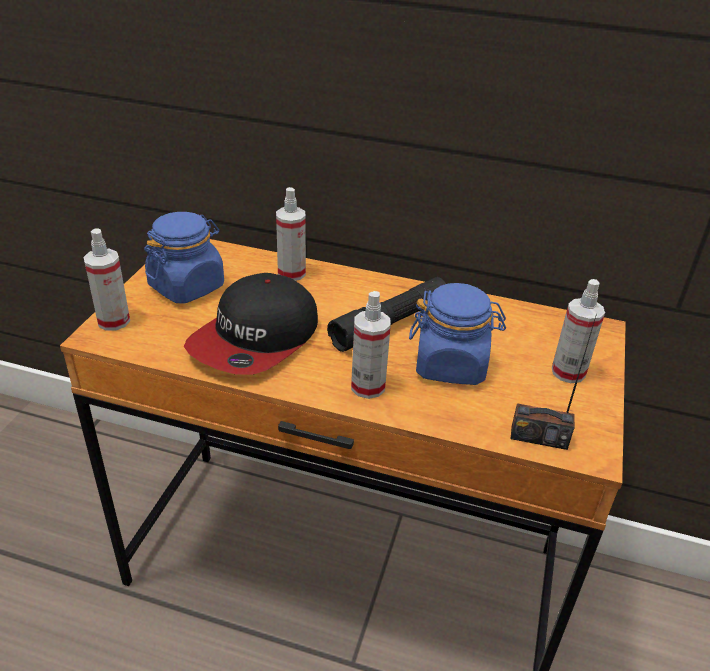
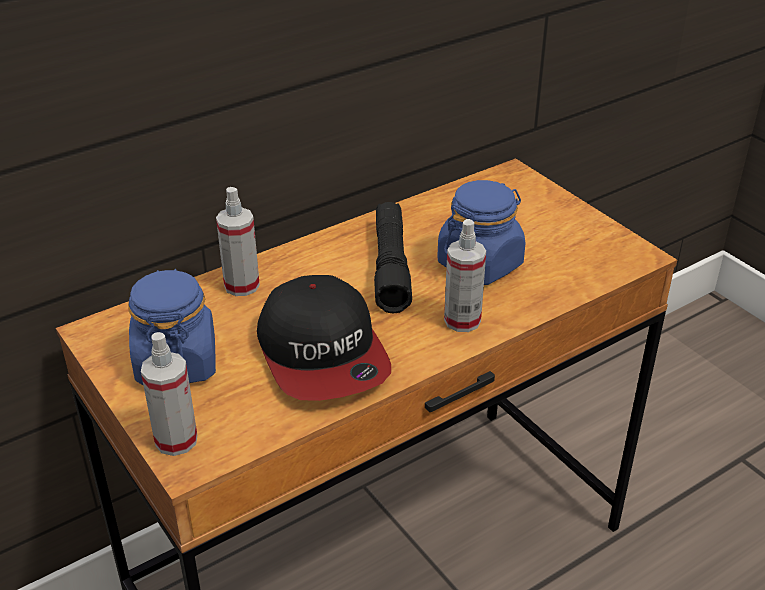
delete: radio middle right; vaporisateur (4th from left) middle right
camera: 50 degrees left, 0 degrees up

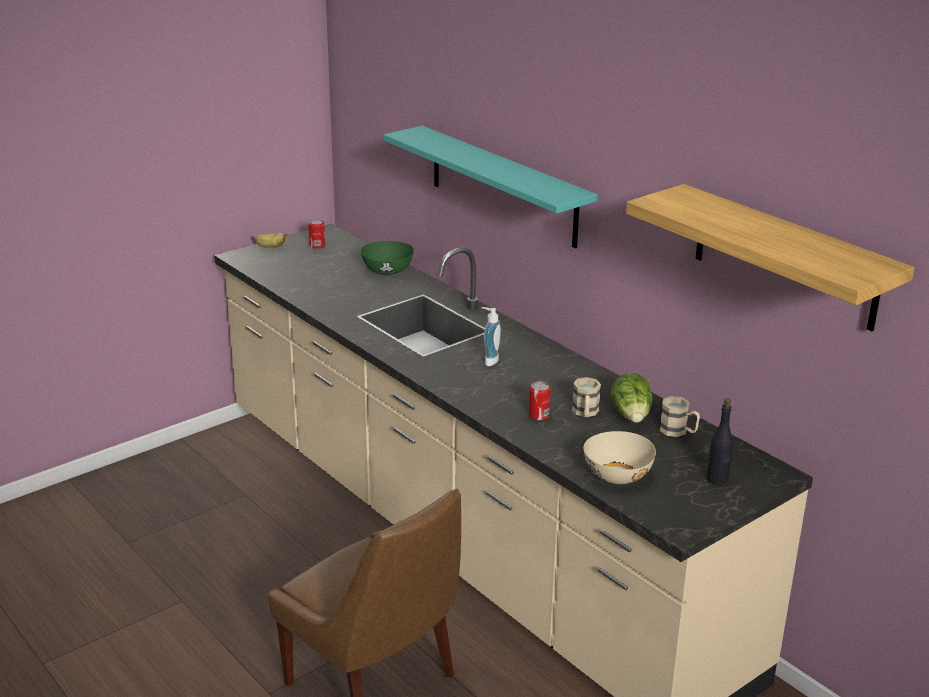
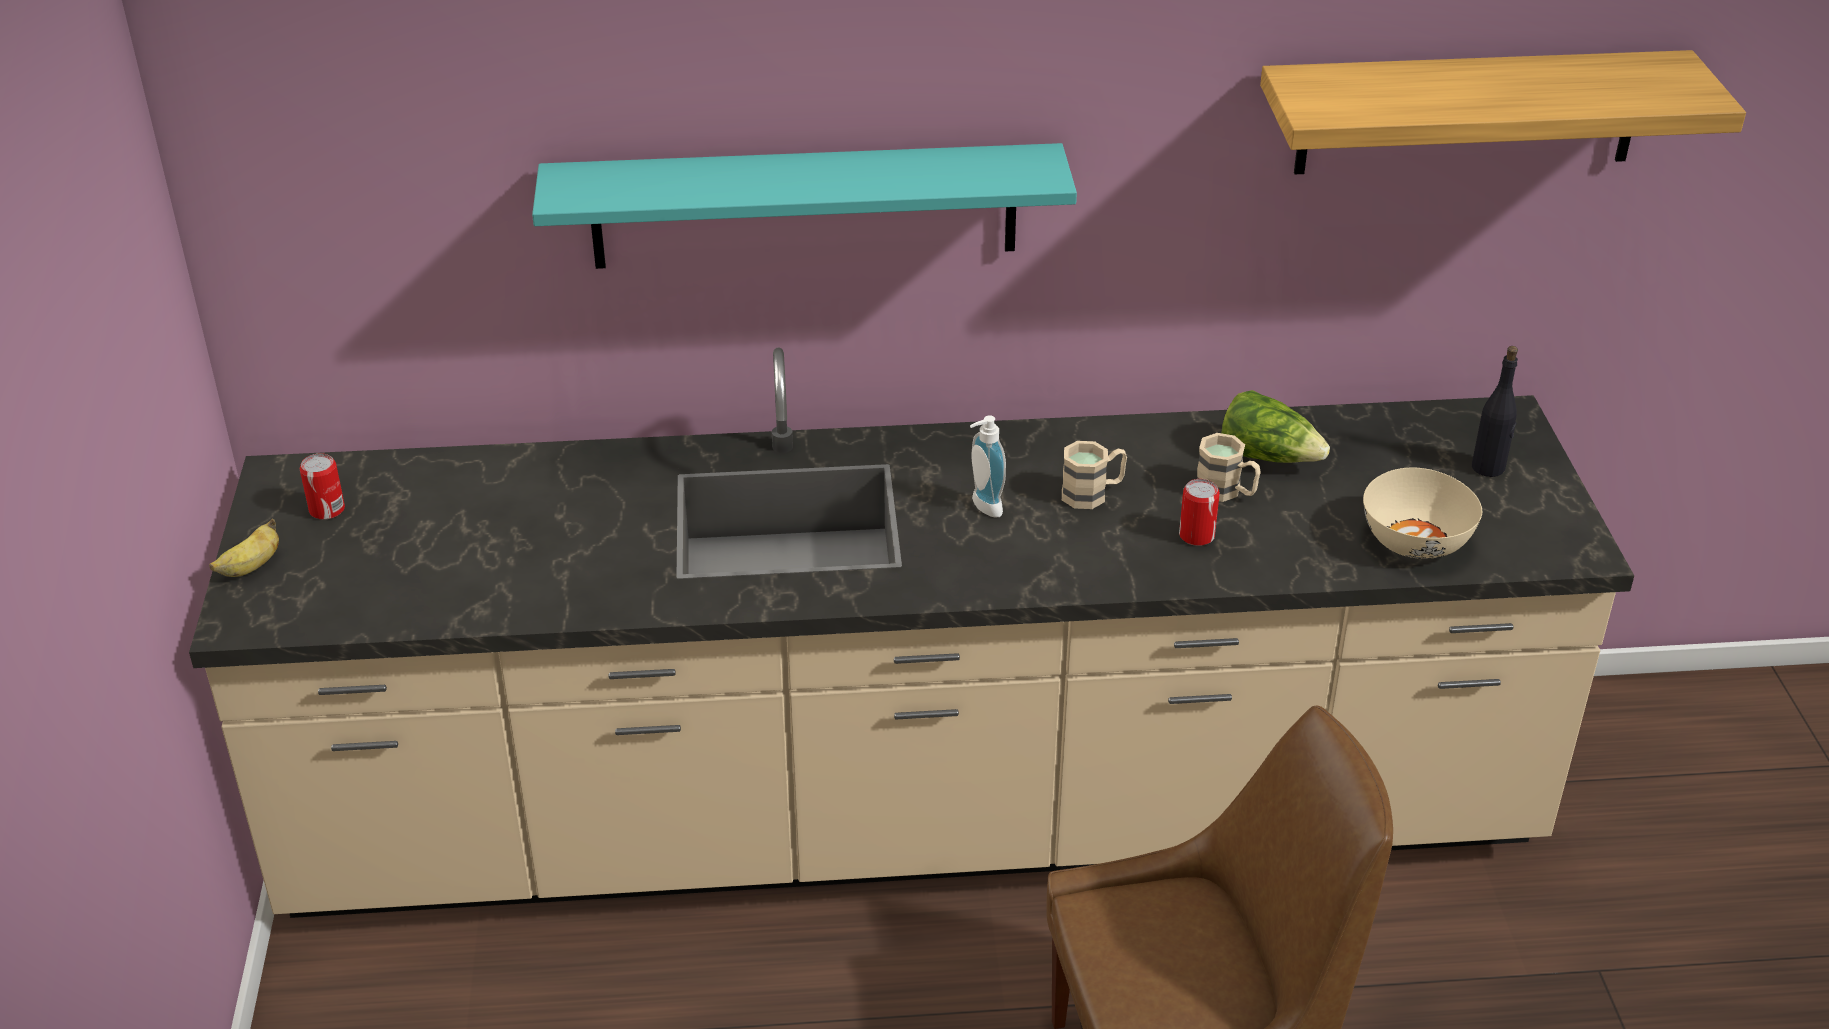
delete: bol/vert centre
move: mug/beige (2nd from left in the first image) middle right to mug/beige (1st from left) centre
camera: 55 degrees left, 10 degrees up

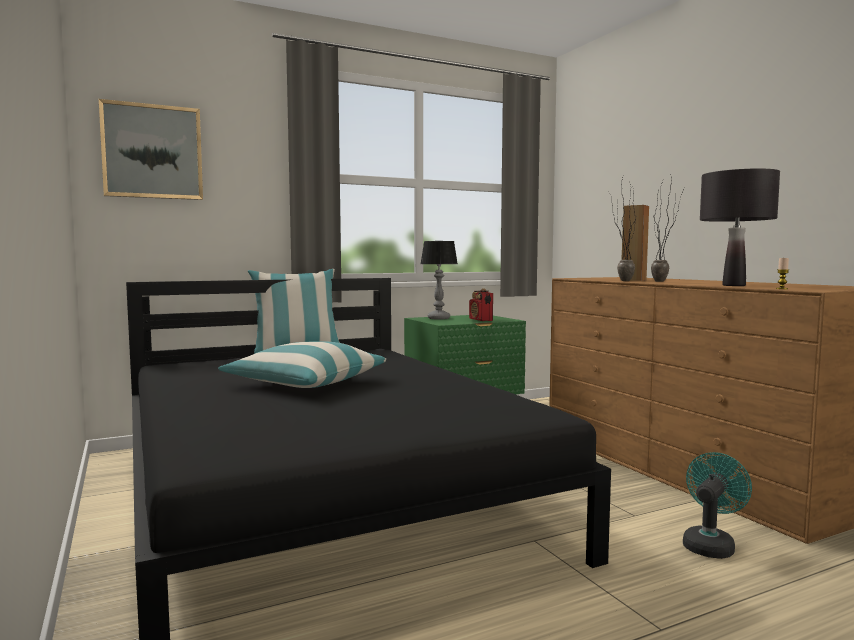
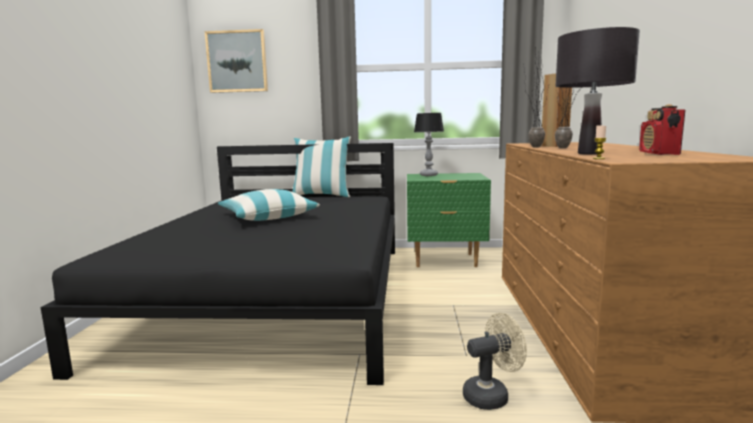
move: radio centre to top right
recolor: ventilateur/turquoise bottom right to ventilateur/beige bottom centre
camera: 30 degrees right, 5 degrees up

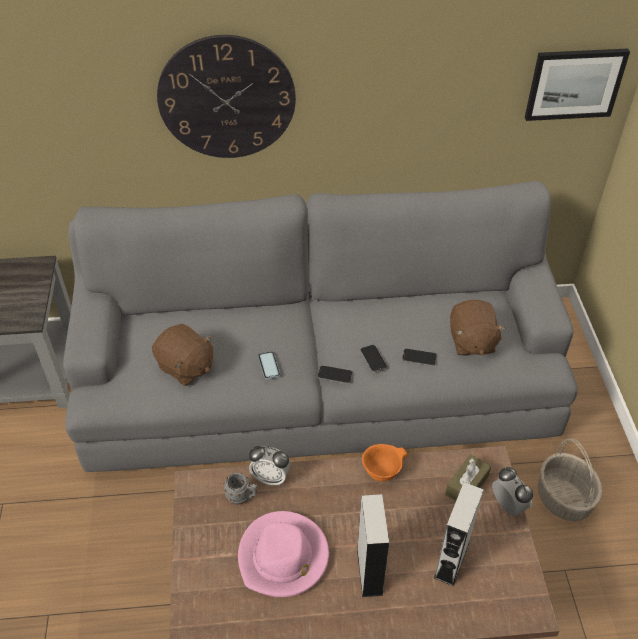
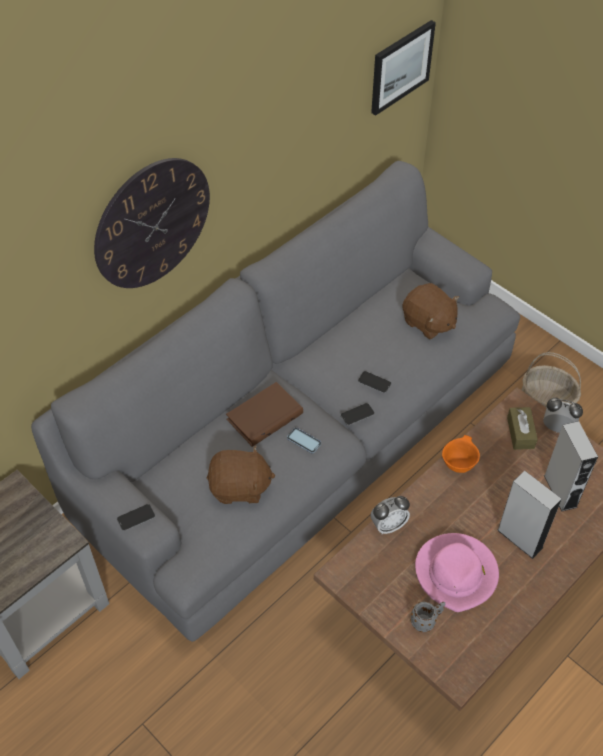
insert: livre/marron centre
move: mug/gris bottom centre to bottom right; téléphone (4th from left in the first image) centre to téléphone (1st from left) bottom left
camera: 40 degrees left, 5 degrees up

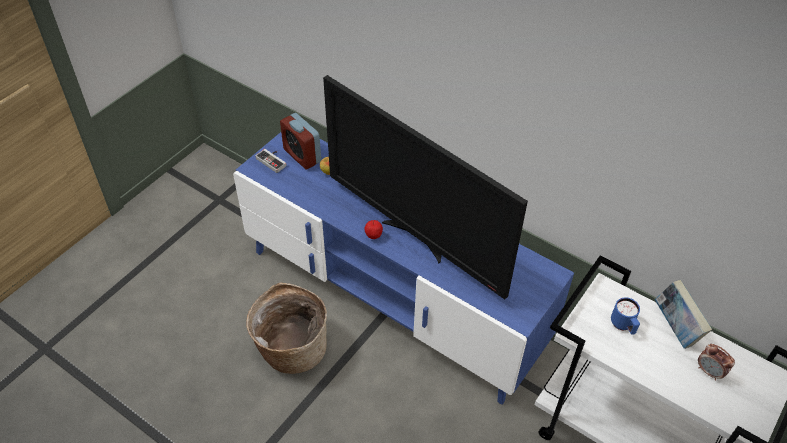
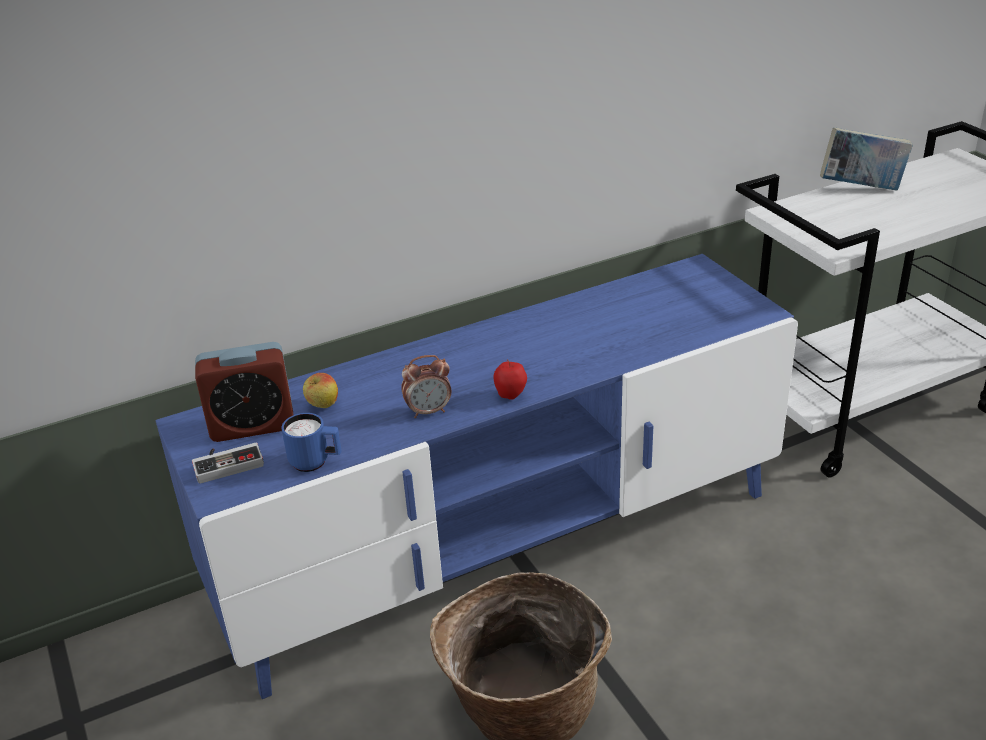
delete: téléviseur centre
move: mug/bleu bottom right to middle left; réveil (2nd from left) bottom right to centre
camera: 60 degrees left, 15 degrees down

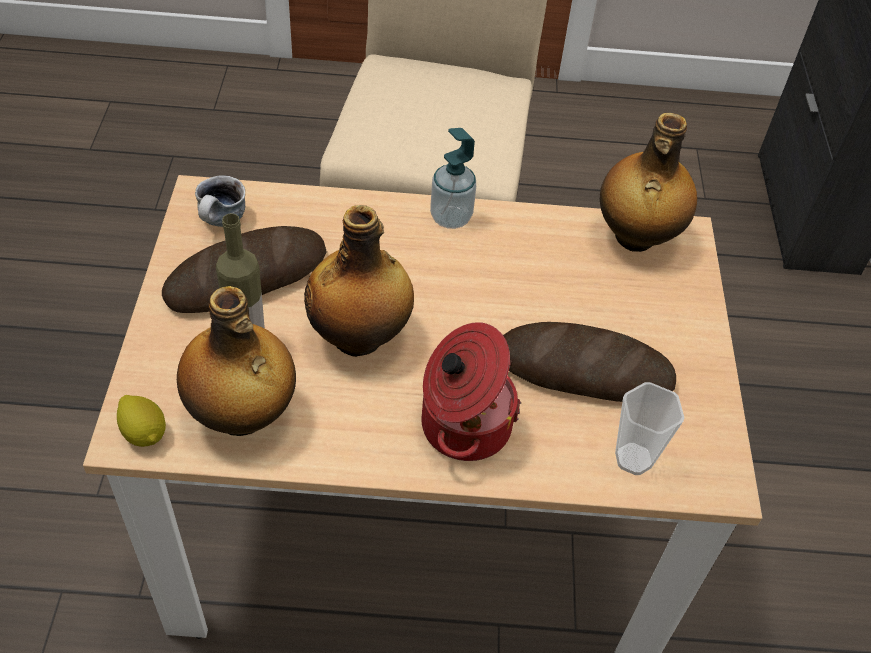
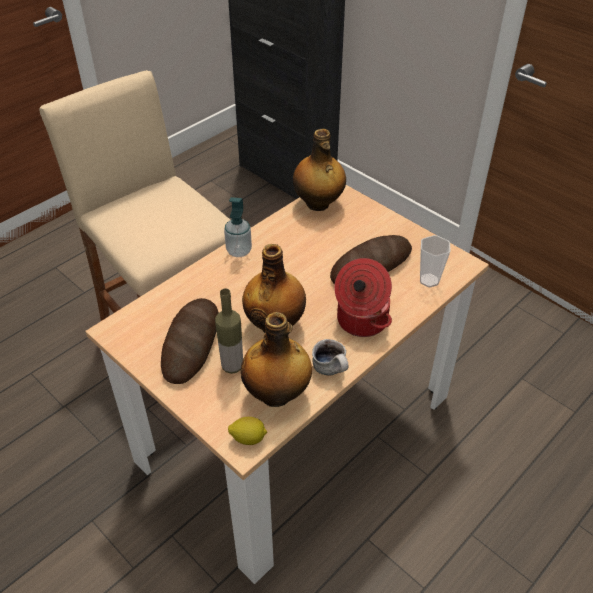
move: mug top left to centre
camera: 45 degrees left, 5 degrees down

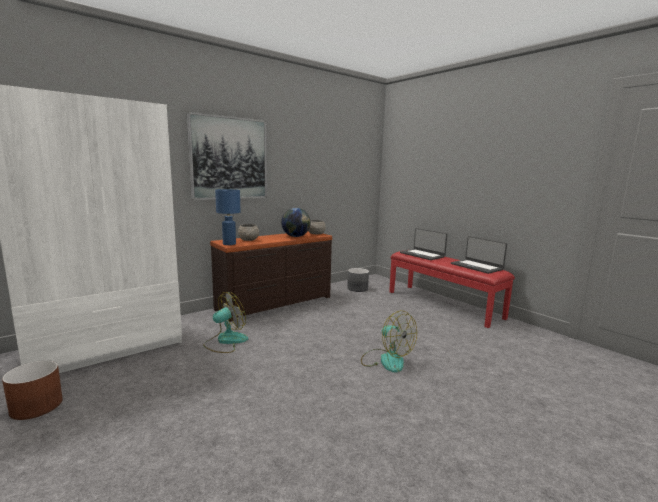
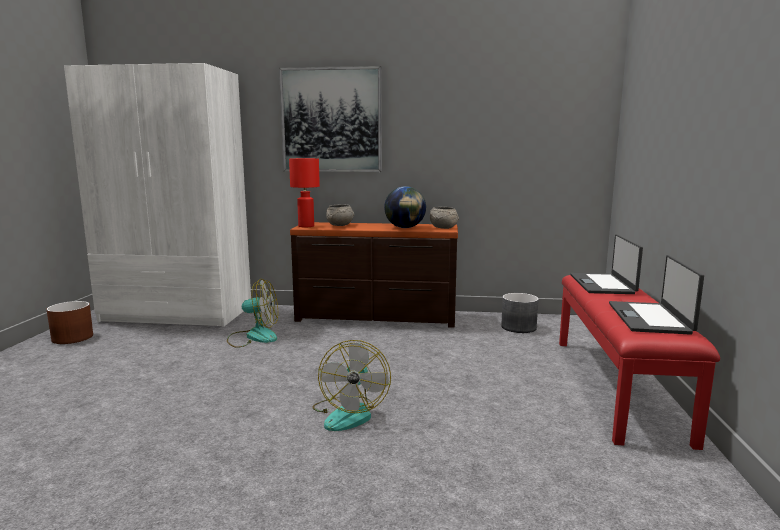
recolor: lampe de table/bleu centre to lampe de table/rouge centre
camera: 45 degrees right, 0 degrees up

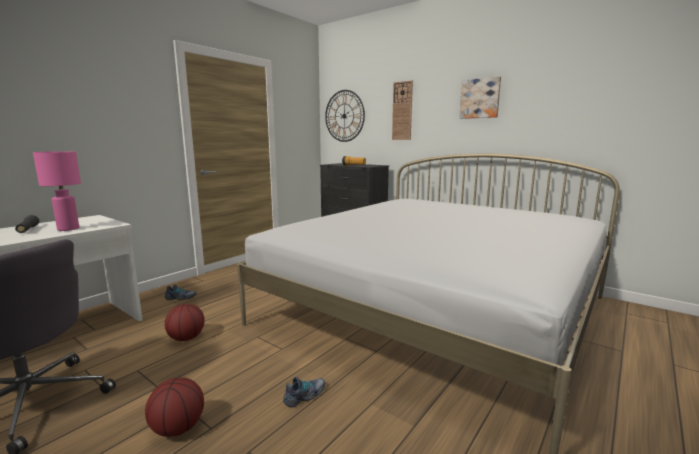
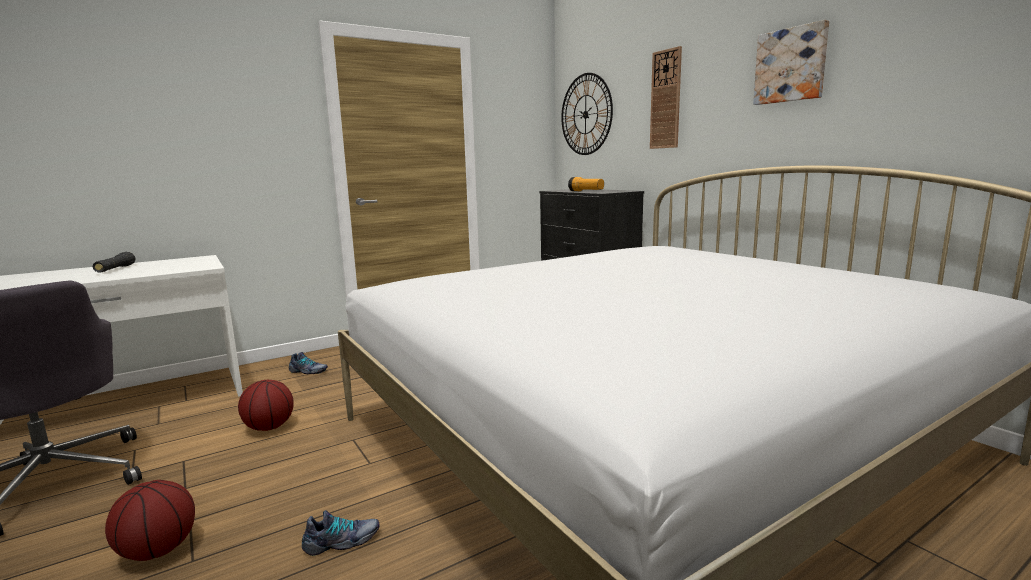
delete: lampe de table/rose middle left
camera: 20 degrees right, 0 degrees up

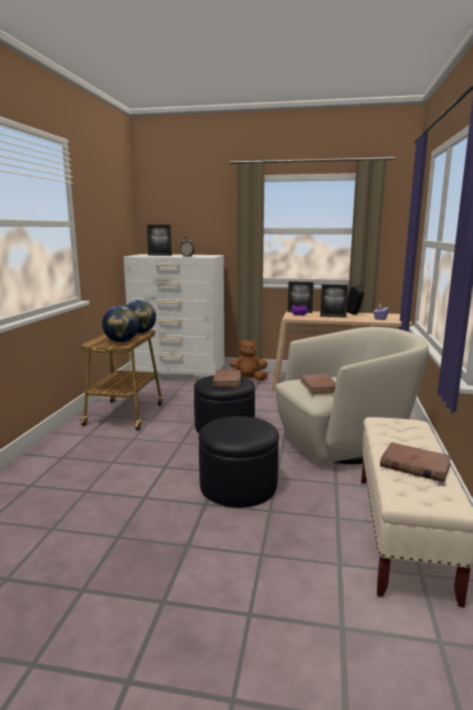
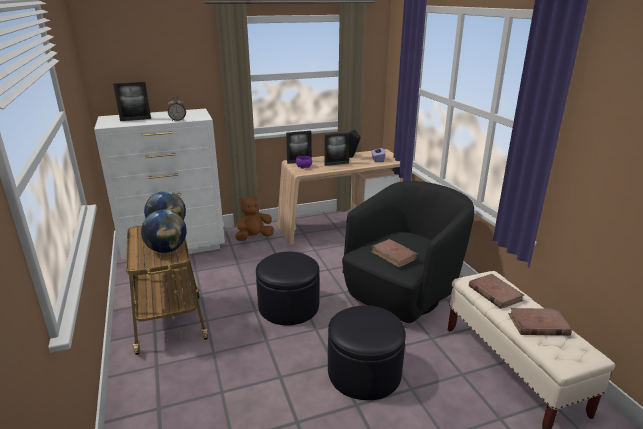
move: livre/marron (1st from left in the first image) centre to livre/marron (2nd from left) bottom right
recolor: fauteuil/beige middle right to fauteuil/noir centre
camera: 30 degrees left, 10 degrees up

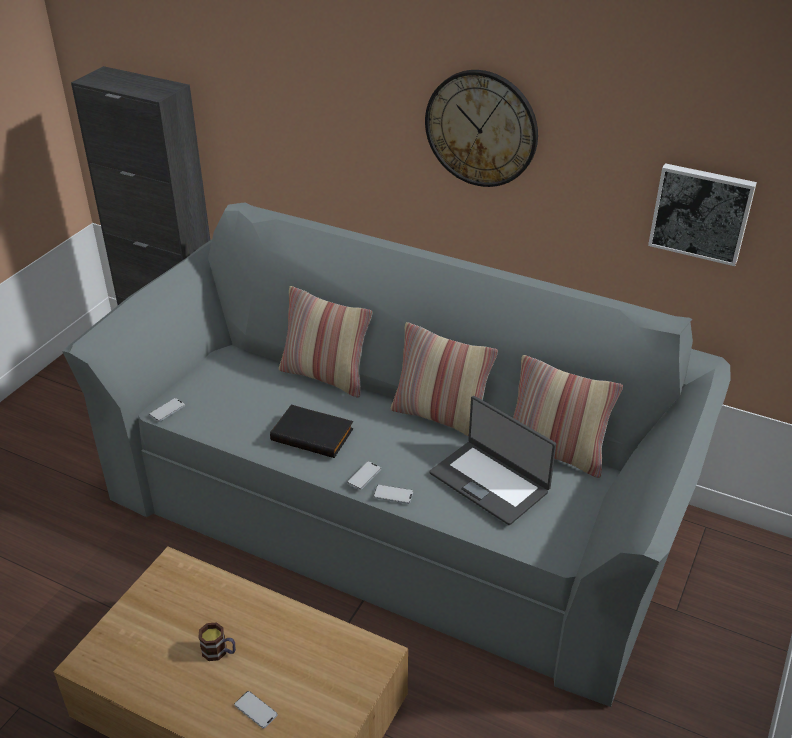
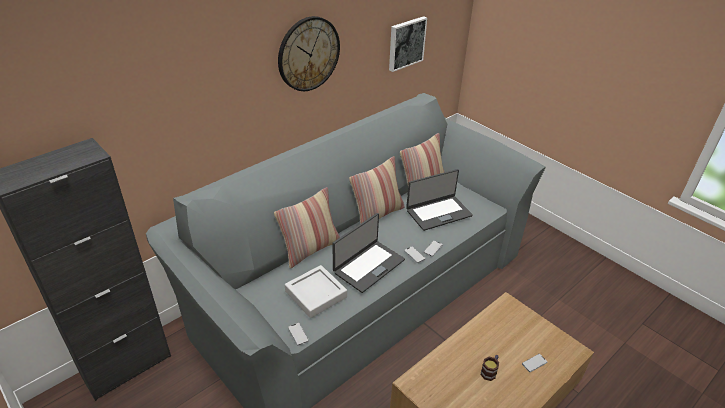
insert: plateau/gris bottom centre
replace: livre/noir centre to ordinateur portable (1st from left) centre
camera: 70 degrees left, 0 degrees up

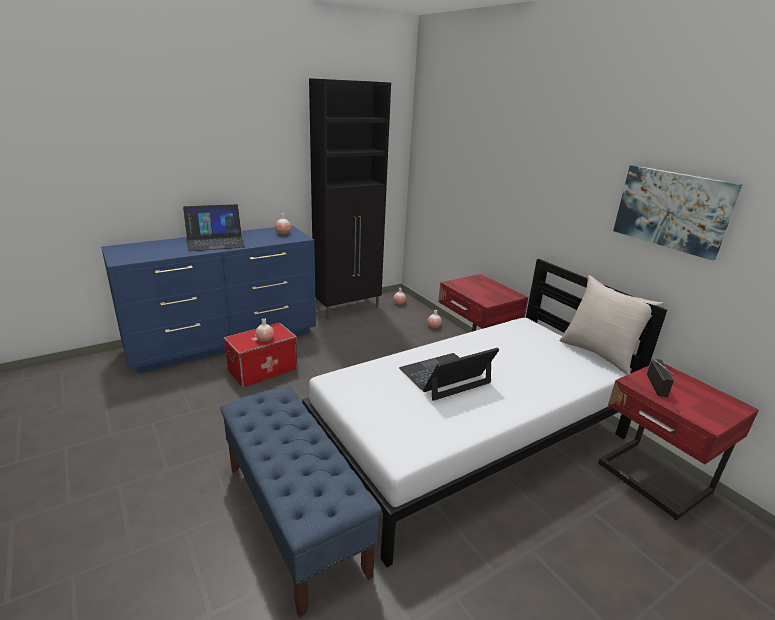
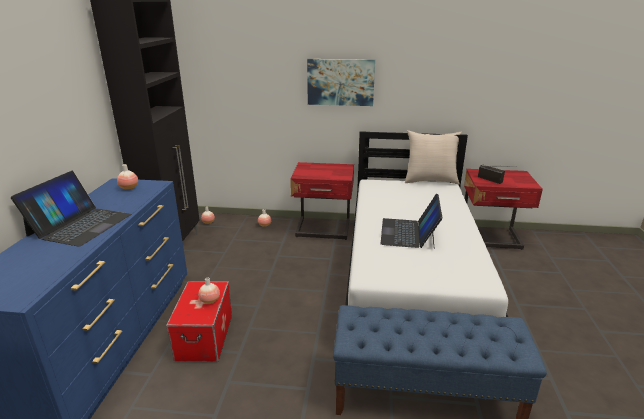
move: tableau middle right to top centre
camera: 50 degrees left, 0 degrees up

